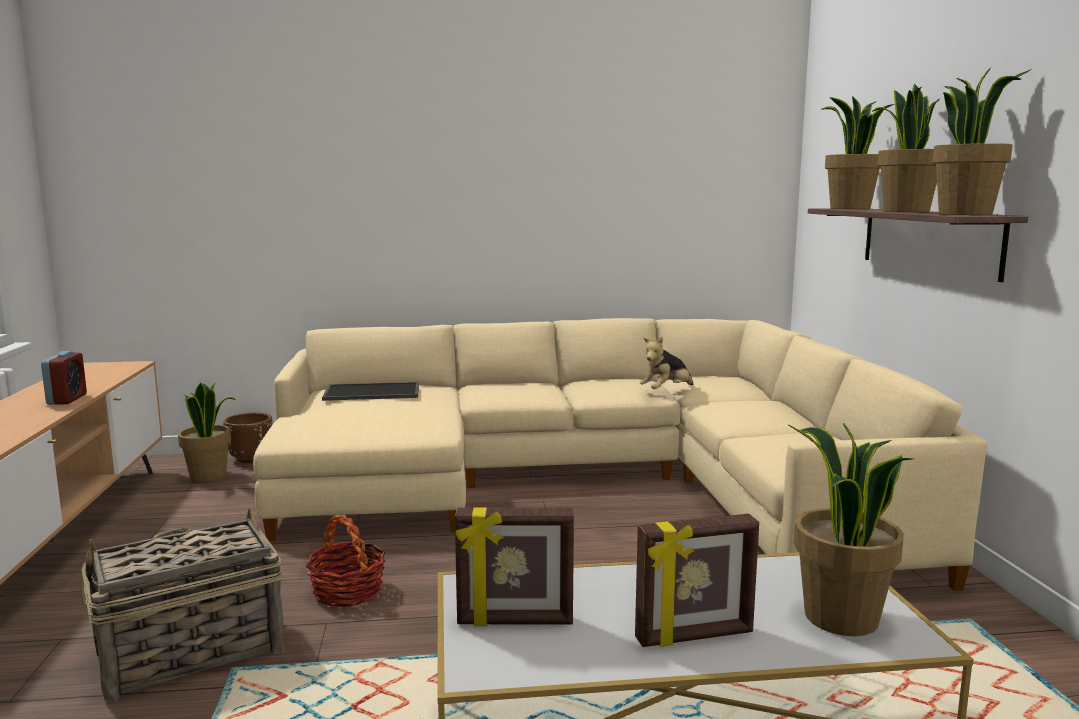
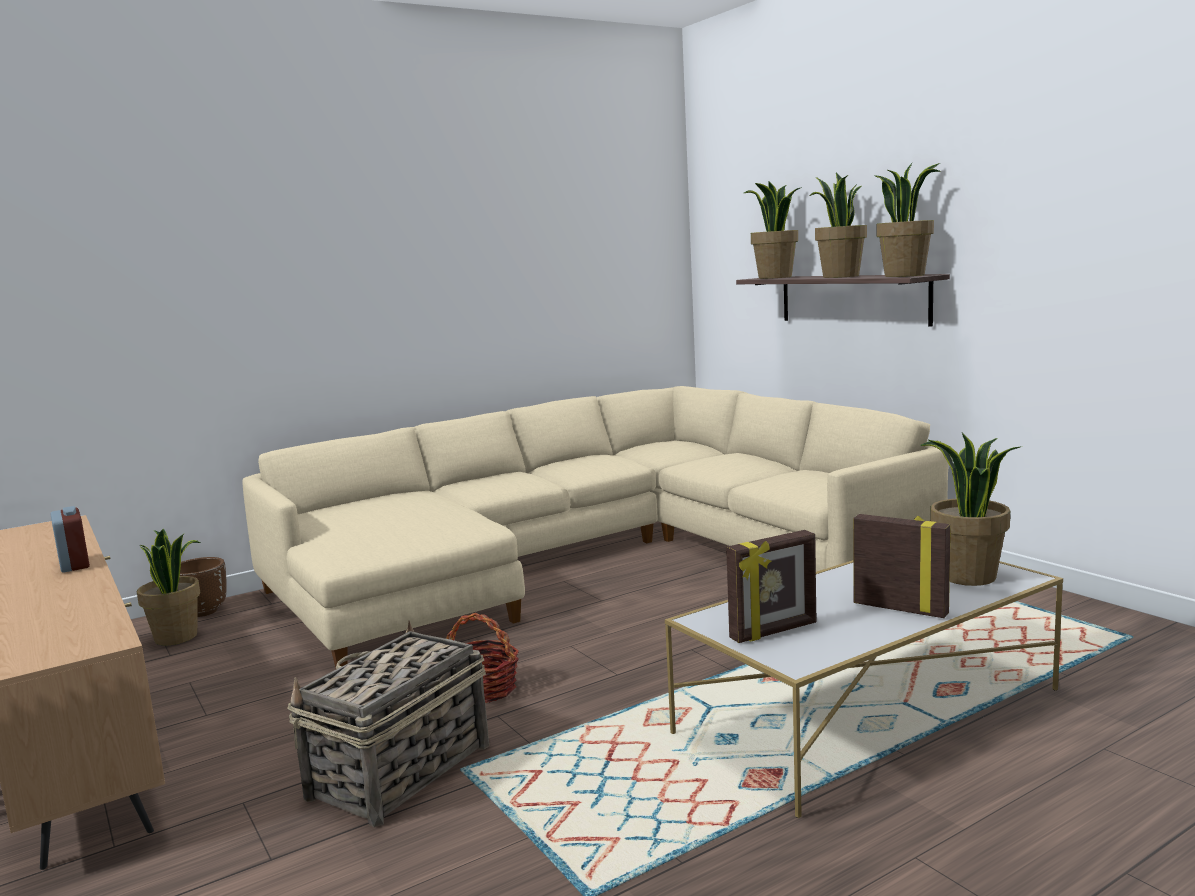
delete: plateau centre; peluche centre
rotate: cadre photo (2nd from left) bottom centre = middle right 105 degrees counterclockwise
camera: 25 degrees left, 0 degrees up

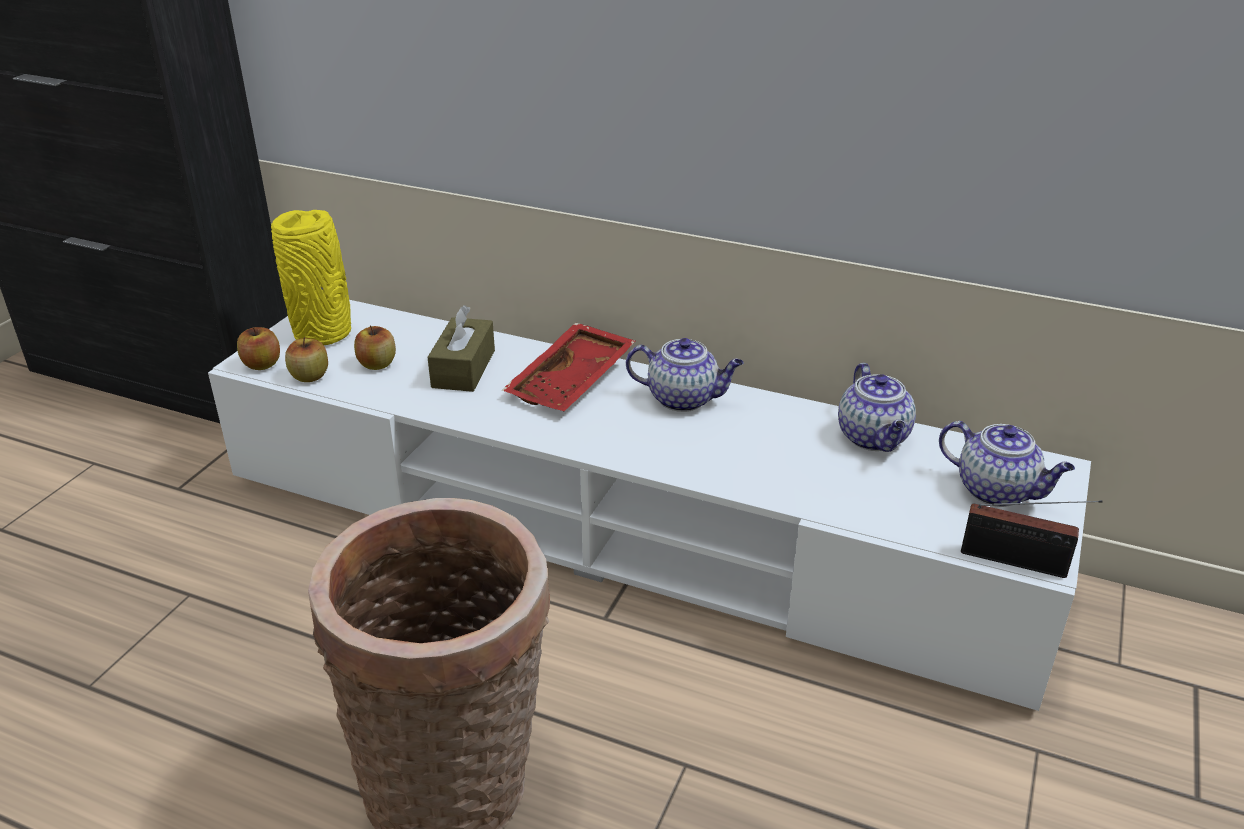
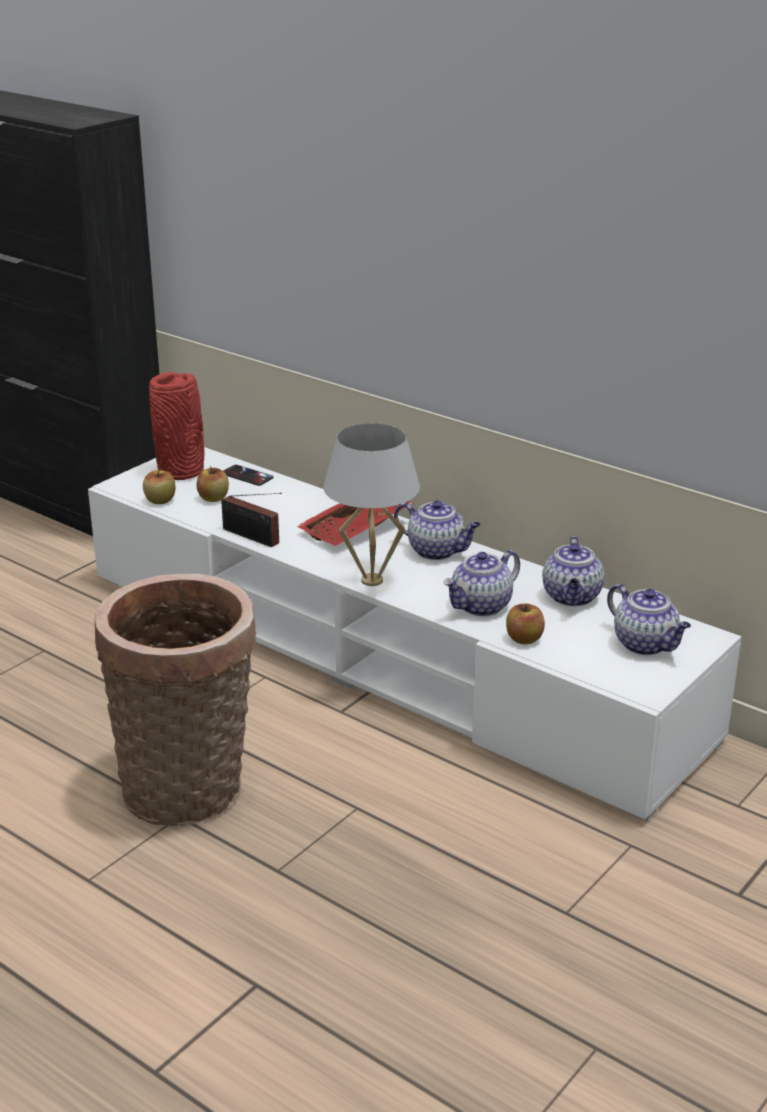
delete: boîte à mouchoirs/marron centre
insert: téléphone middle left; lampe de table/blanc centre; théière (2nd from left) centre
move: pomme (1st from left in the first image) middle left to pomme (3rd from left) middle right; radio middle right to middle left
recolor: vase/jaune middle left to vase/rouge middle left
camera: 15 degrees right, 5 degrees down

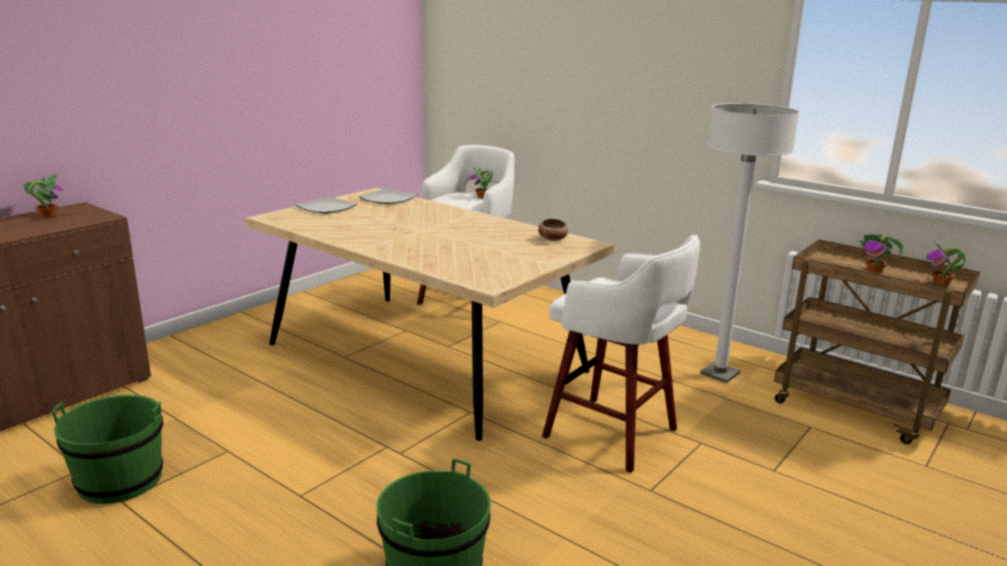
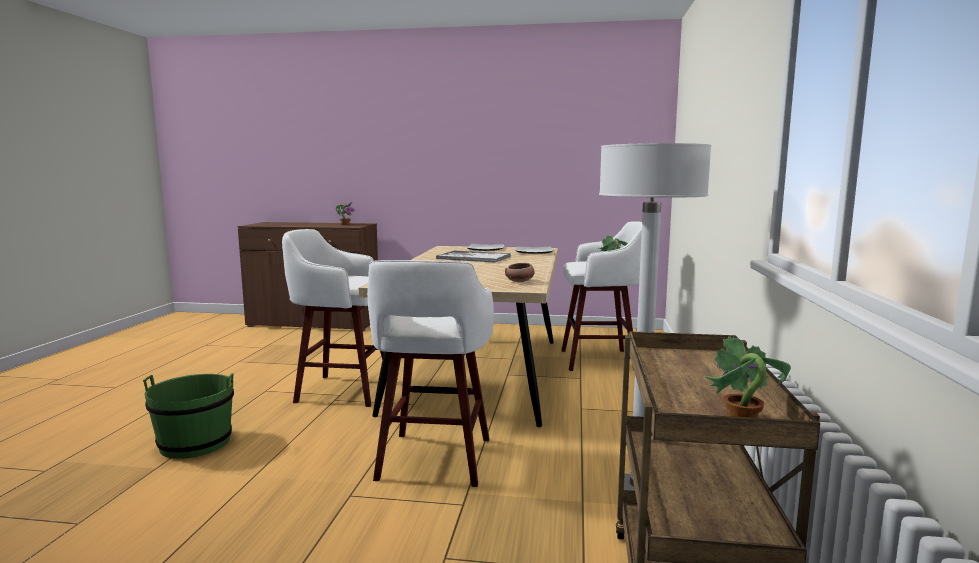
delete: seau/vert (1st from left) bottom left; plante en pot (3rd from left) middle right
insert: tabouret/blanc (1st from left) centre; plateau centre
camera: 60 degrees right, 10 degrees down

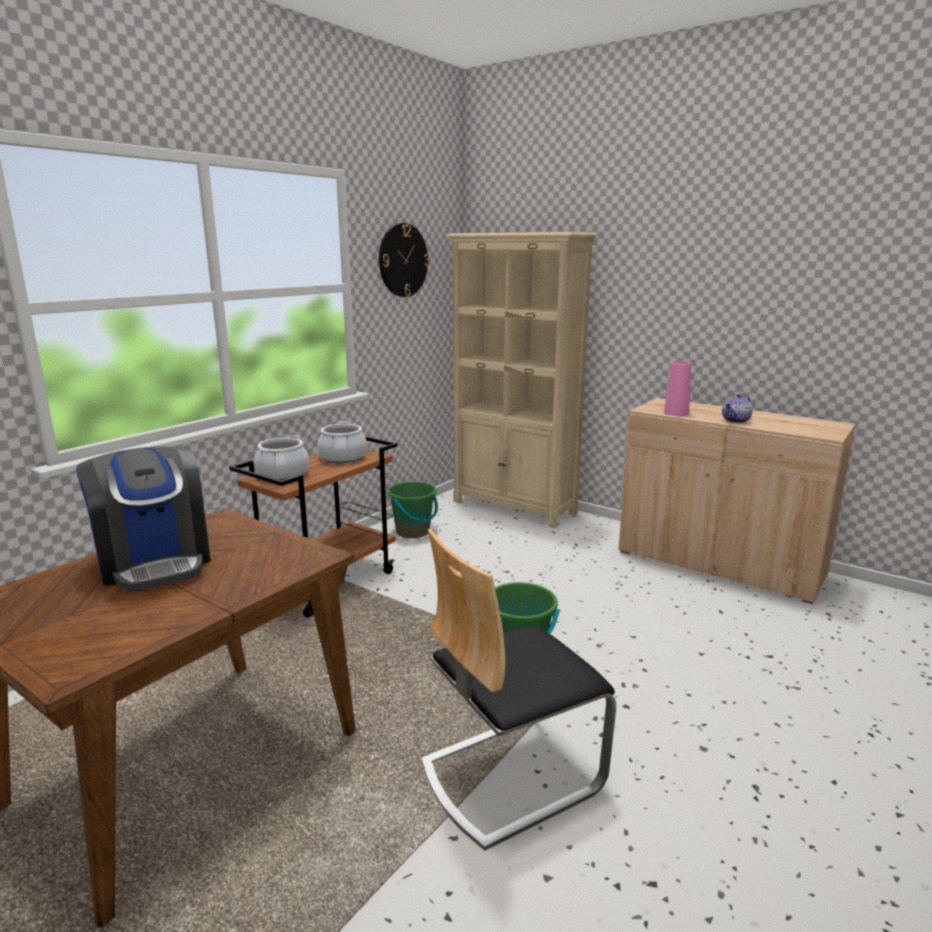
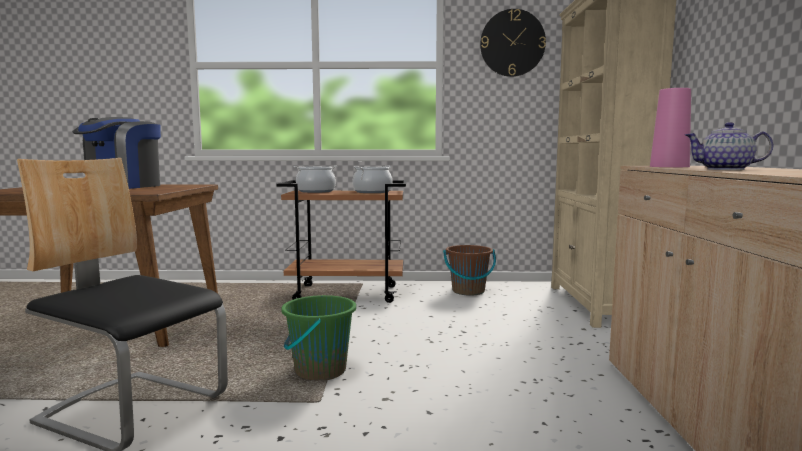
recolor: seau/vert (1st from left) centre to seau/marron centre
camera: 55 degrees right, 10 degrees down

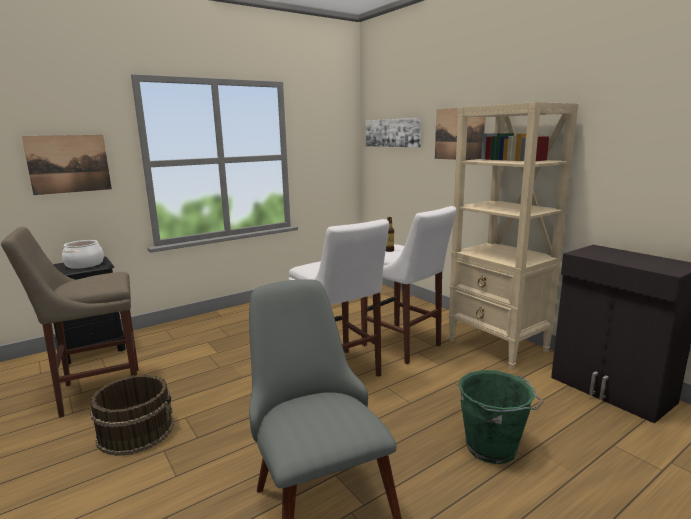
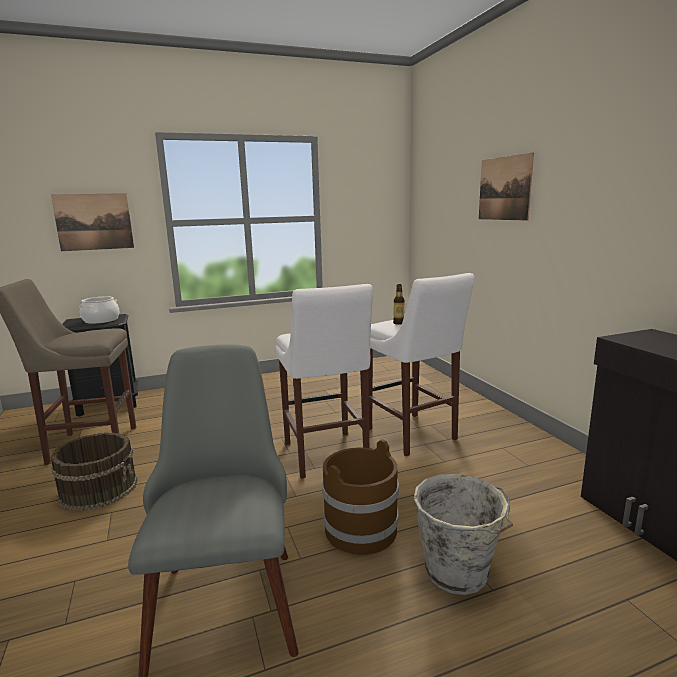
delete: tableau (2nd from left) top centre; bibliothèque/beige middle right
insert: seau/marron (2nd from left) bottom centre
recolor: seau/vert bottom right to seau/gris bottom right
camera: 15 degrees right, 0 degrees up

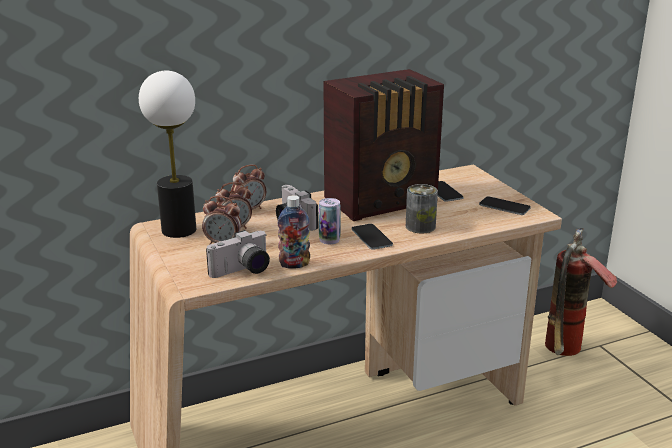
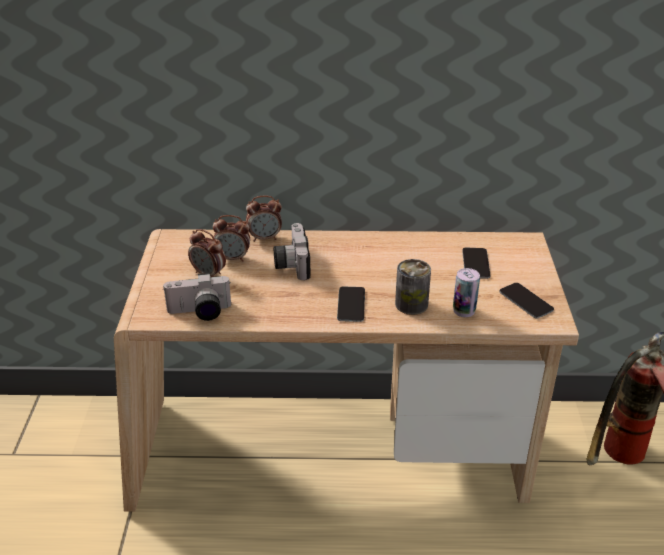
delete: lampe de table middle left; bouteille centre; radio top centre
move: boîte métallique (1st from left in the first image) centre to boîte métallique (2nd from left) middle right
camera: 25 degrees right, 10 degrees up

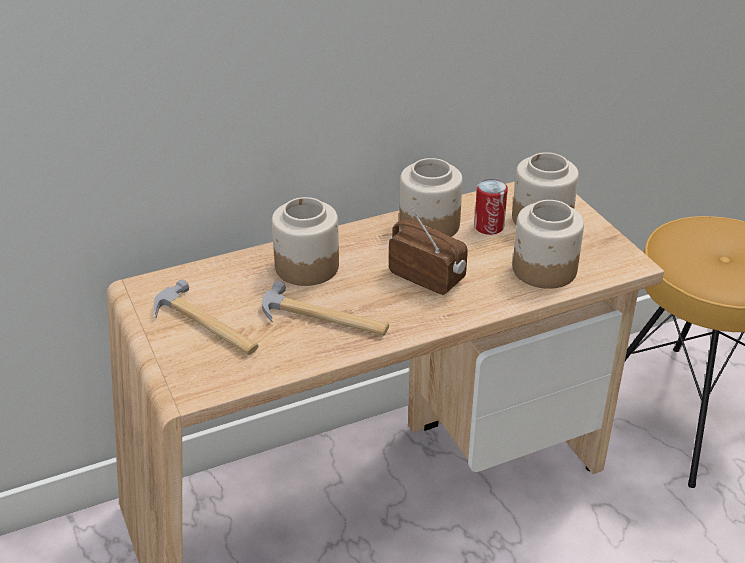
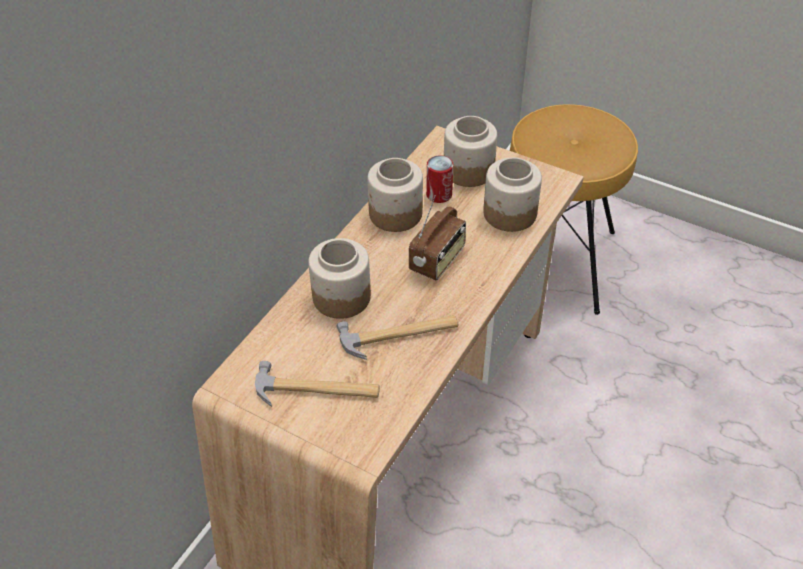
rotate: radio centre = centre 120 degrees clockwise
camera: 35 degrees left, 10 degrees up

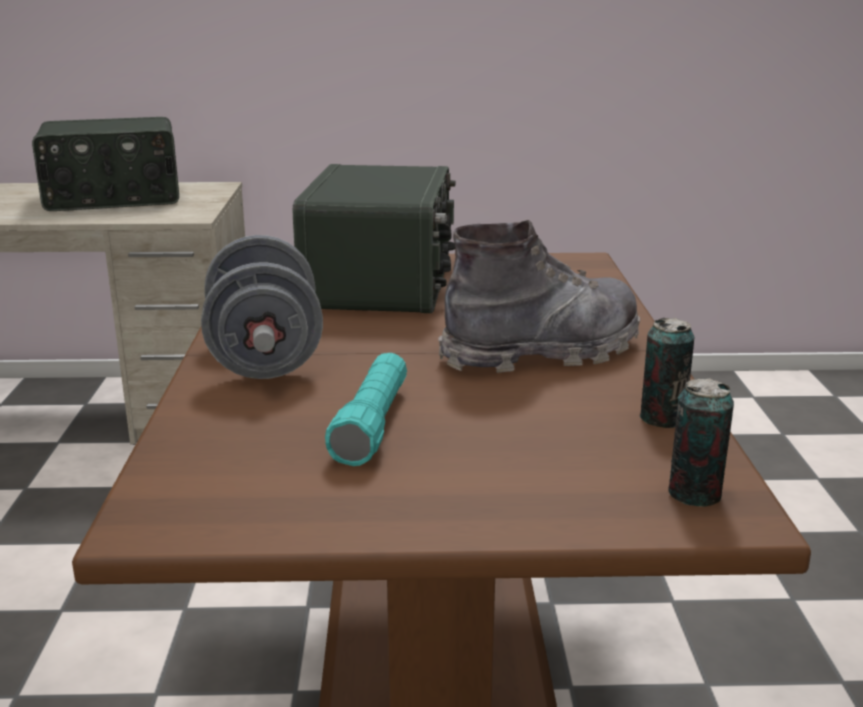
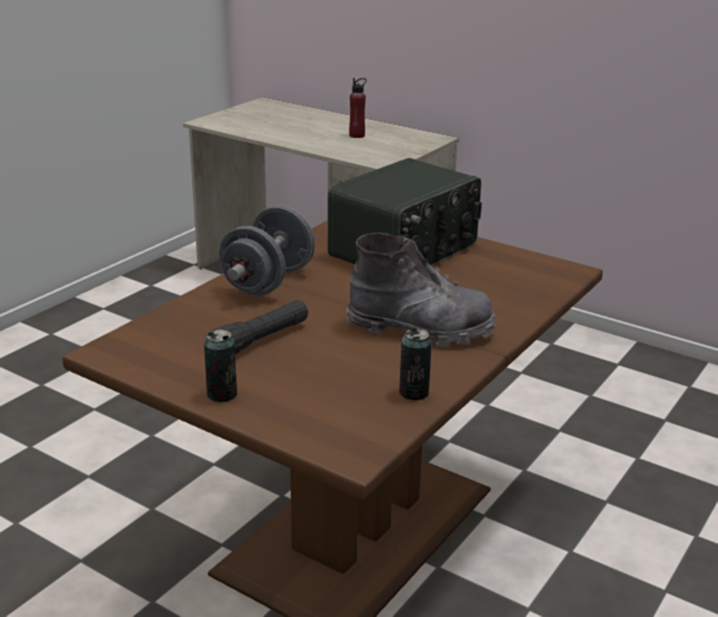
move: boîte métallique (2nd from left in the first image) middle right to boîte métallique (1st from left) middle left
replace: radio (1st from left) top left to bouteille/rouge top centre
recolor: lampe de poche/turquoise centre to lampe de poche/noir centre
camera: 35 degrees right, 5 degrees up

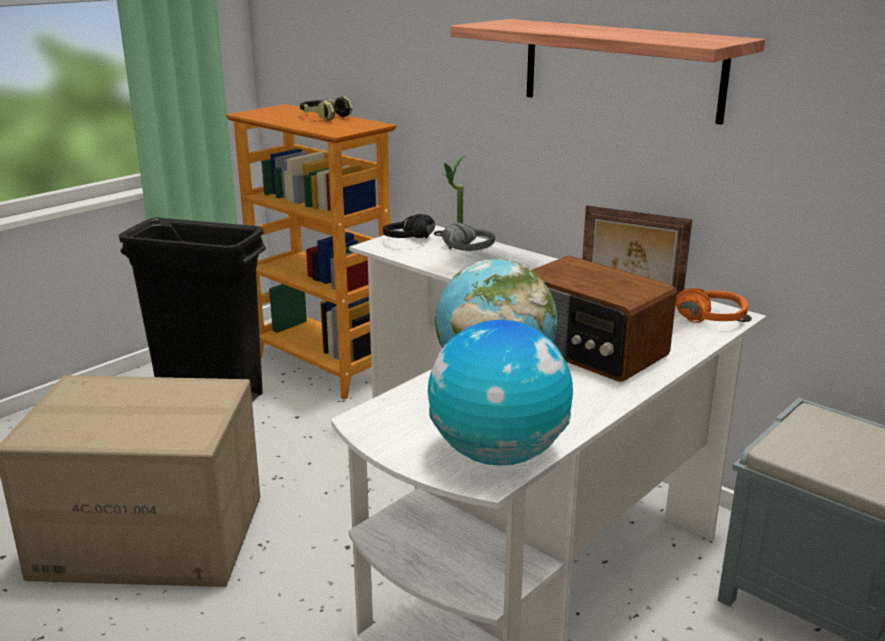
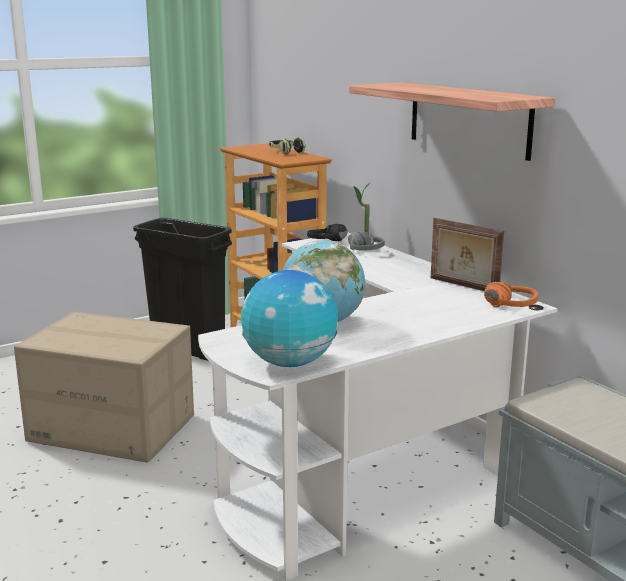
delete: radio middle right
camera: 15 degrees right, 5 degrees down

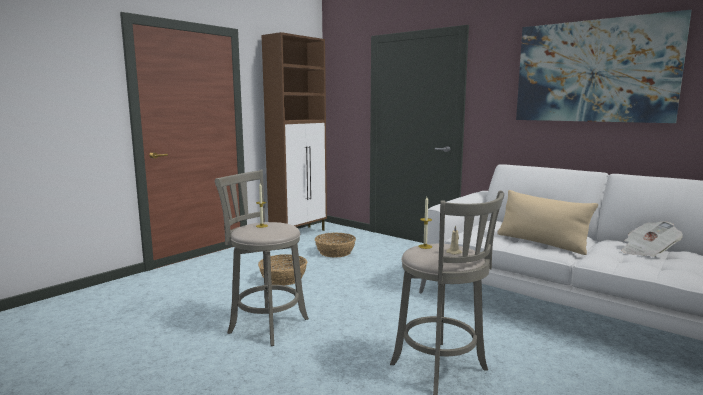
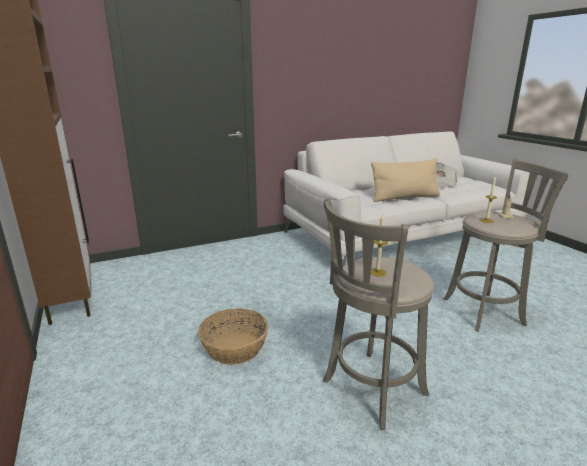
delete: panier (2nd from left) centre; tableau top right
camera: 65 degrees left, 10 degrees up

